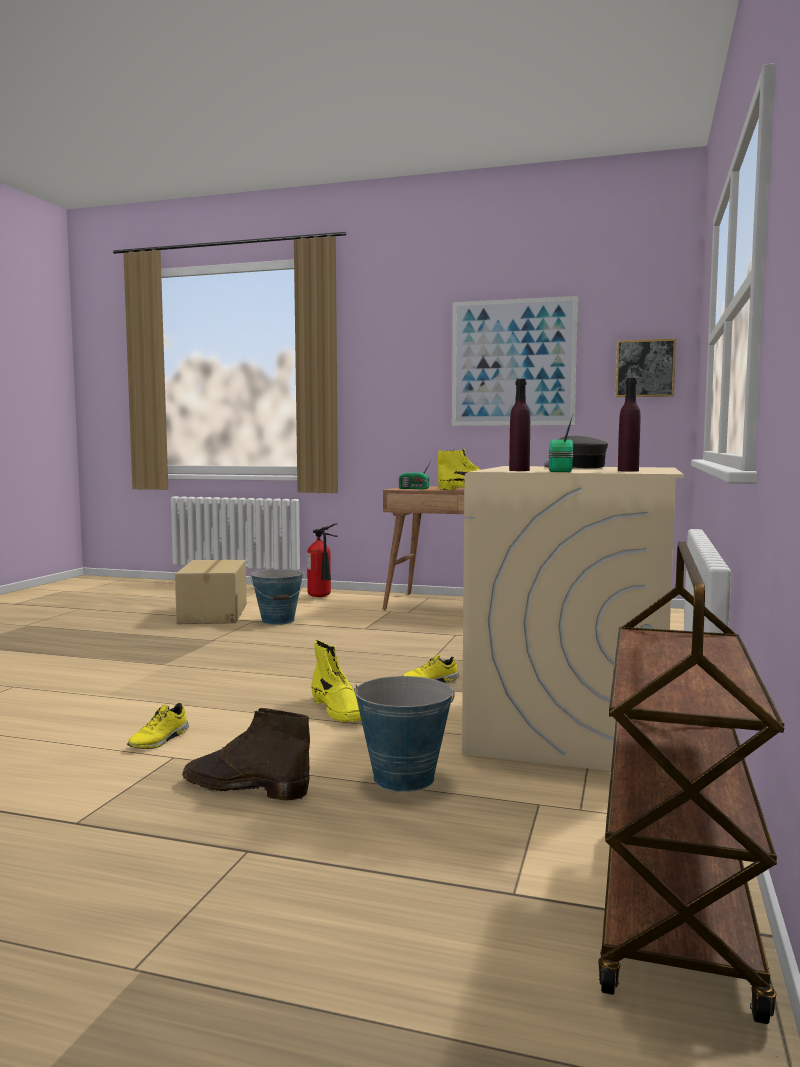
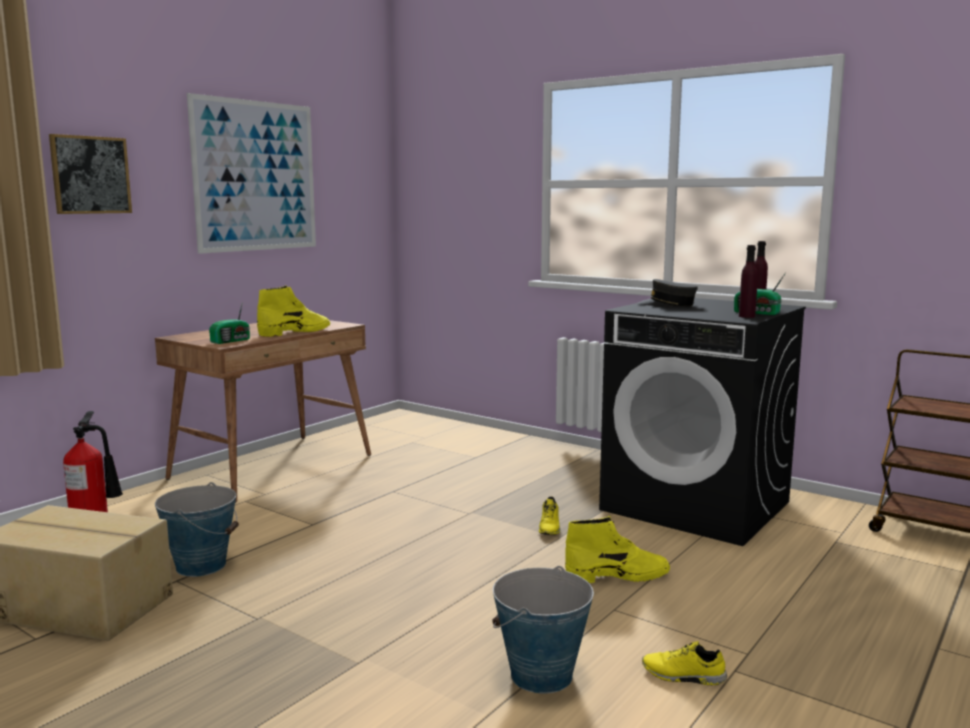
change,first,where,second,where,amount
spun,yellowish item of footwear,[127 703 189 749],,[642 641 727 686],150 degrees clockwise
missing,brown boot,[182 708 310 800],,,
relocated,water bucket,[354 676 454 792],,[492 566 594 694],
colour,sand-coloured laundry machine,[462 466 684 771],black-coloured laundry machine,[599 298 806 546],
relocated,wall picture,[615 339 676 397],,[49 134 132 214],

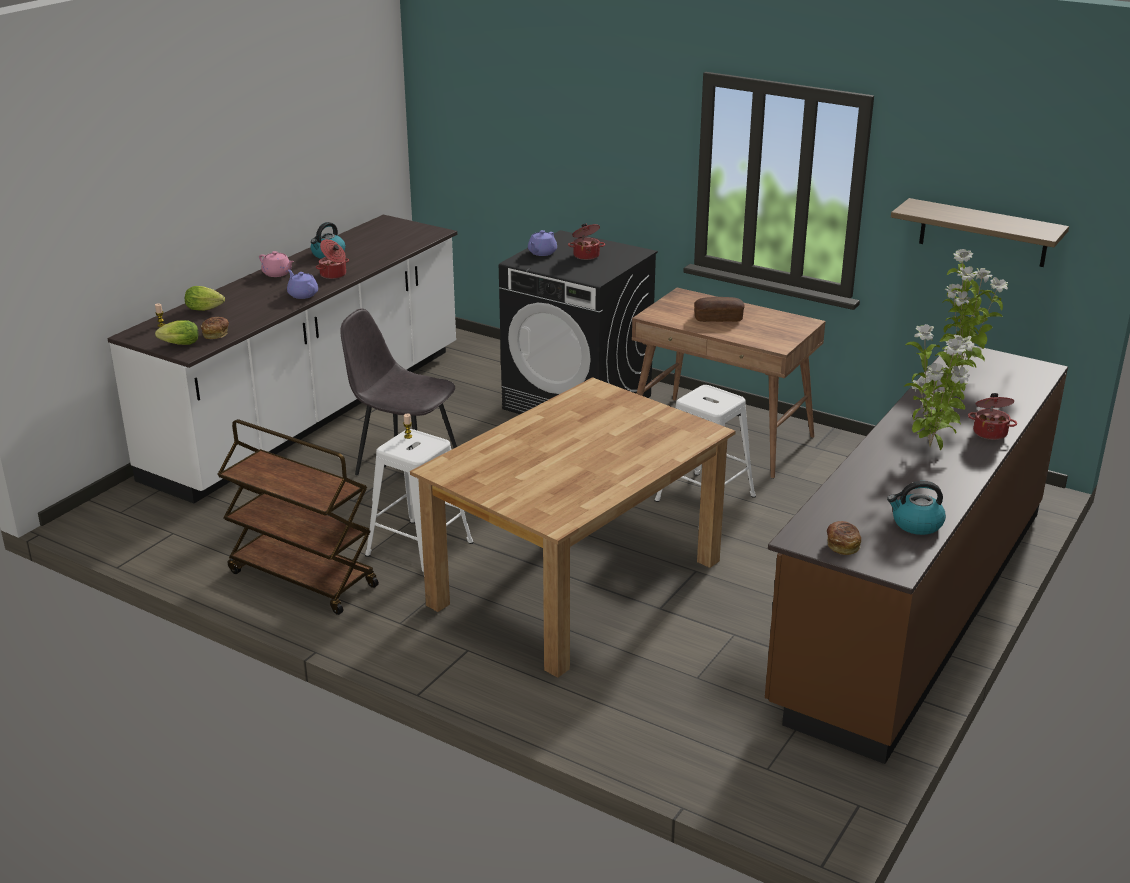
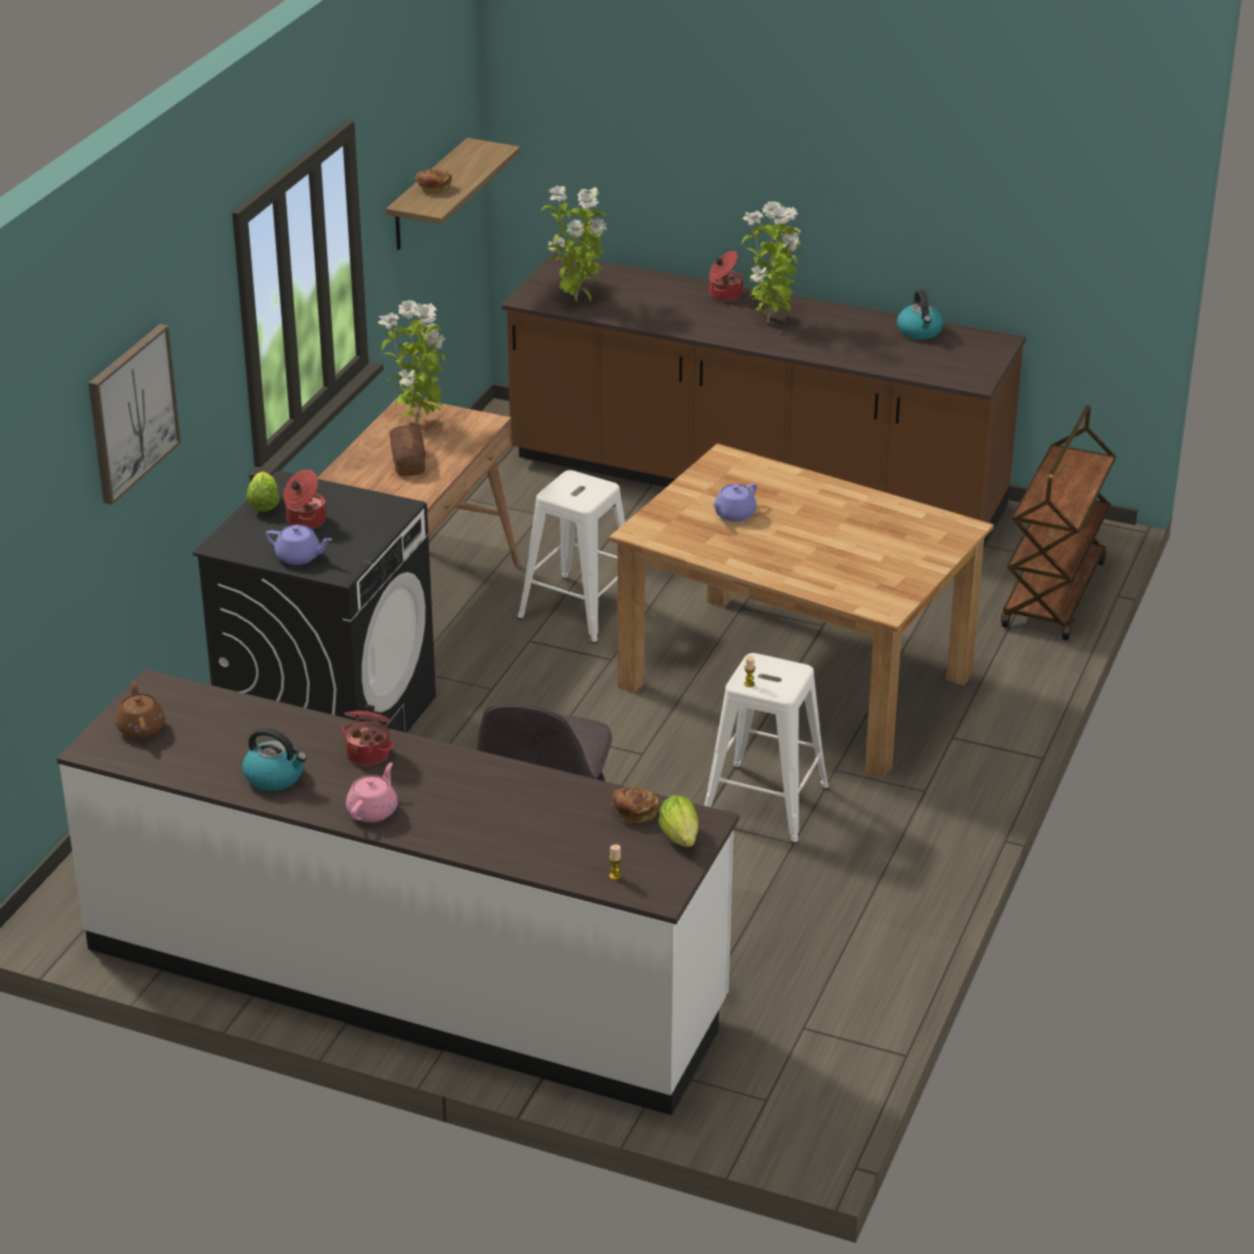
change,first,where,second,where,amount
relocated,lettuce,[185 286 225 311],,[246 472 280 512],
relocated,brown trolley,[217 419 379 615],,[1001 405 1117 641],
relocated,purplish pot for tea,[287 270 318 299],,[712 483 757 521],
relocated,bread,[827 521 861 555],,[415 169 452 195],
appeared,,,wall picture,[89 324 181 505],
appeared,,,brown pot for tea,[115 681 165 738],
appeared,,,houseplant,[378 300 446 426],

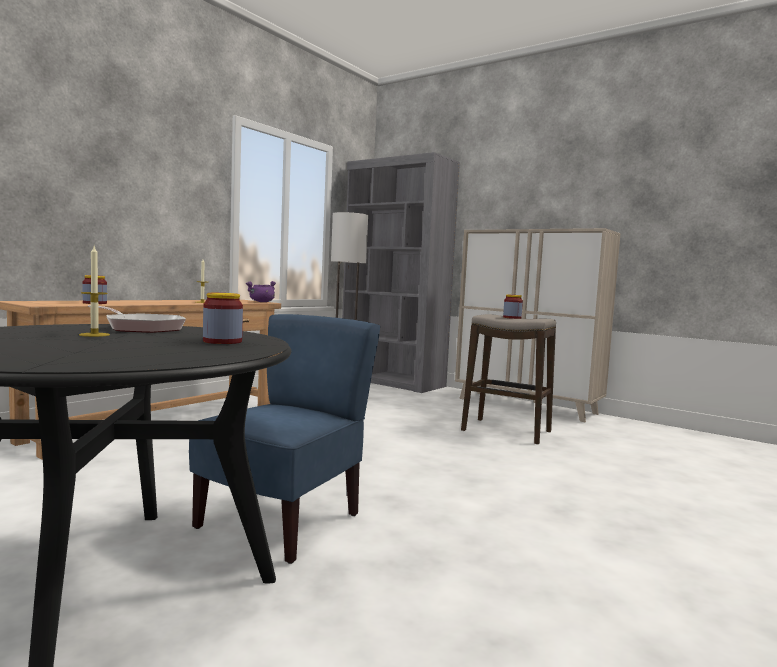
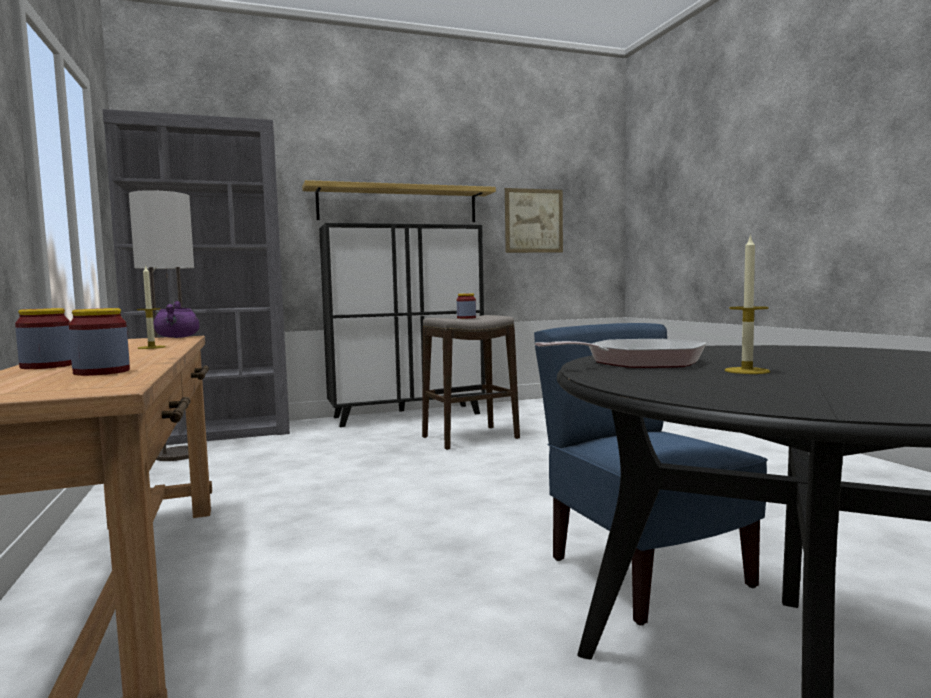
change,first,where,second,where,amount
relocated,storage jar,[203 293 243 344],,[15 308 72 369],
colour,sand-coloured storage cabinet,[455 228 620 422],black-coloured storage cabinet,[319 223 485 427],
appeared,,,bracket shelf,[302 180 496 222],
appeared,,,wall picture,[505 188 563 253],

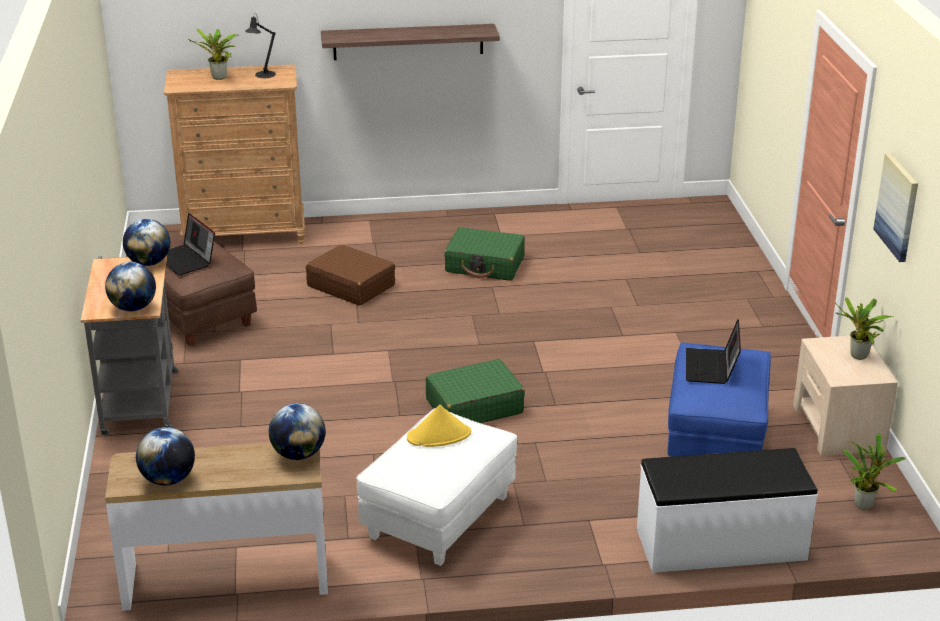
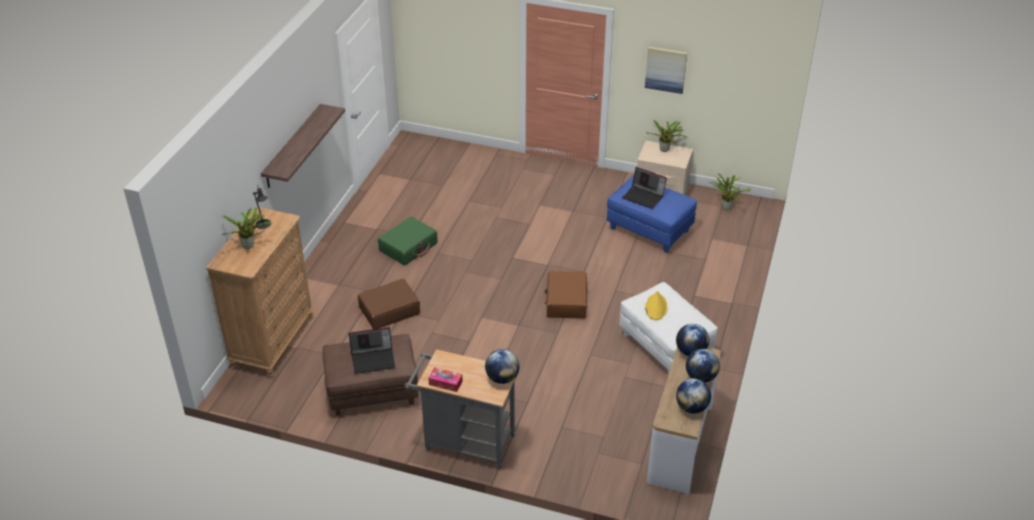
change,first,where,second,where,amount
relocated,desk globe,[123 219 170 266],,[686 349 720 382],
colour,green suitcase,[426 359 525 423],brown suitcase,[545 271 587 319],
missing,white bench,[637 448 818 573],,,
appeared,,,tissue holder,[429 367 463 392],

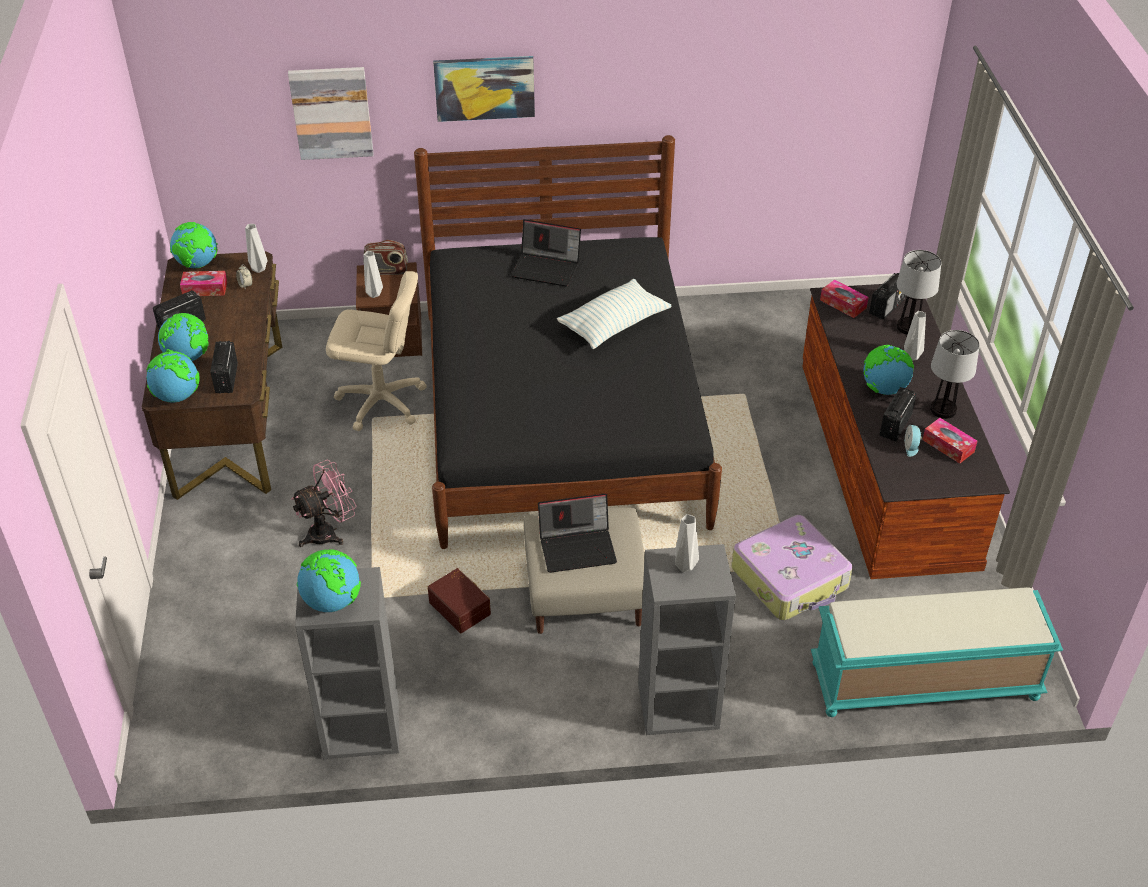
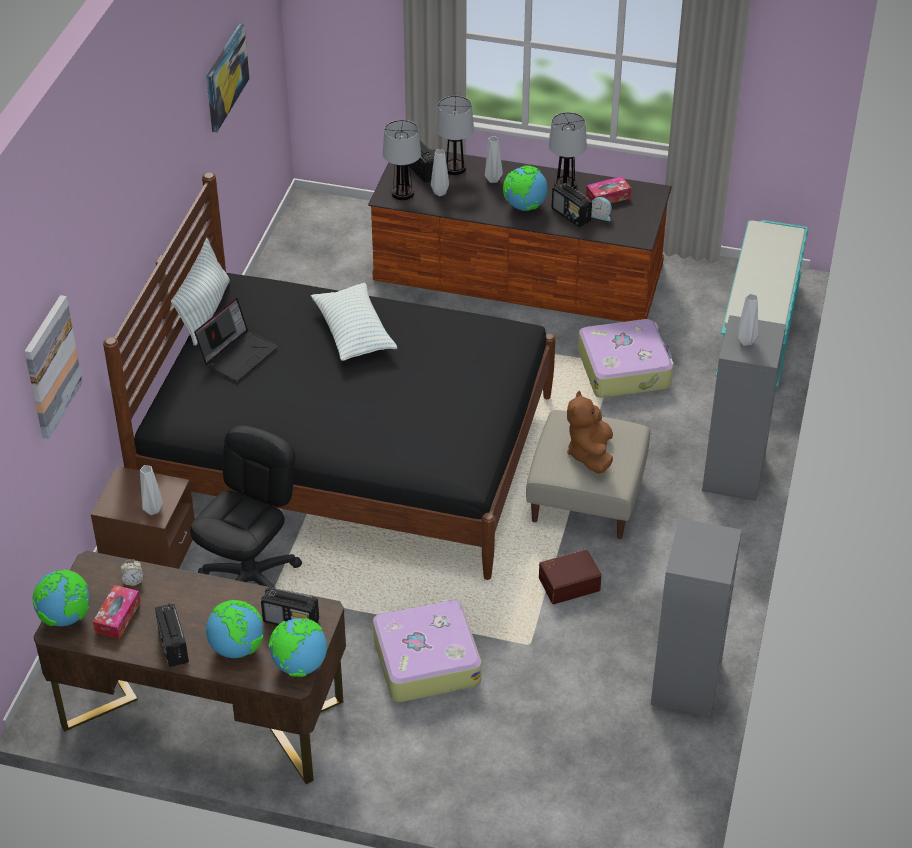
change,first,where,second,where,amount
relocated,gray vase,[245 224 267 273],,[431 149 449 196],
exchanged,pink cooling fan,[291 460 357 547],suitcase,[373 599 481 702],
missing,desk globe,[297 549 361 612],,,
colour,sand-coloured office chair,[326 271 427 431],black-coloured office chair,[190 425 302 588],
missing,radio receiver,[363 240 408 275],,,
relocated,wall picture,[433 56 535 122],,[206 24 249 133],
exchanged,laptop,[538 493 617 573],brown plush toy,[567 391 613 474],
exchanged,tissue holder,[820 280 869 318],tabletop lamp,[383 120 421 200],
appeared,,,cushion,[171 237 230 346],

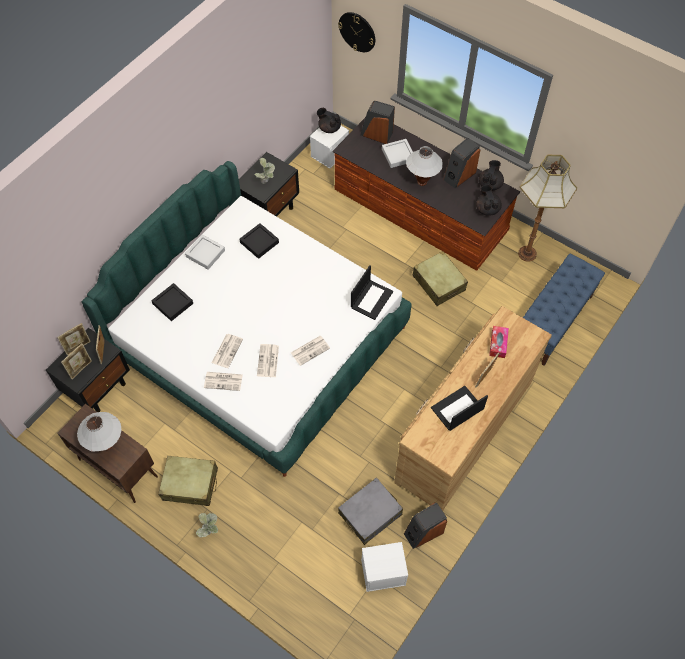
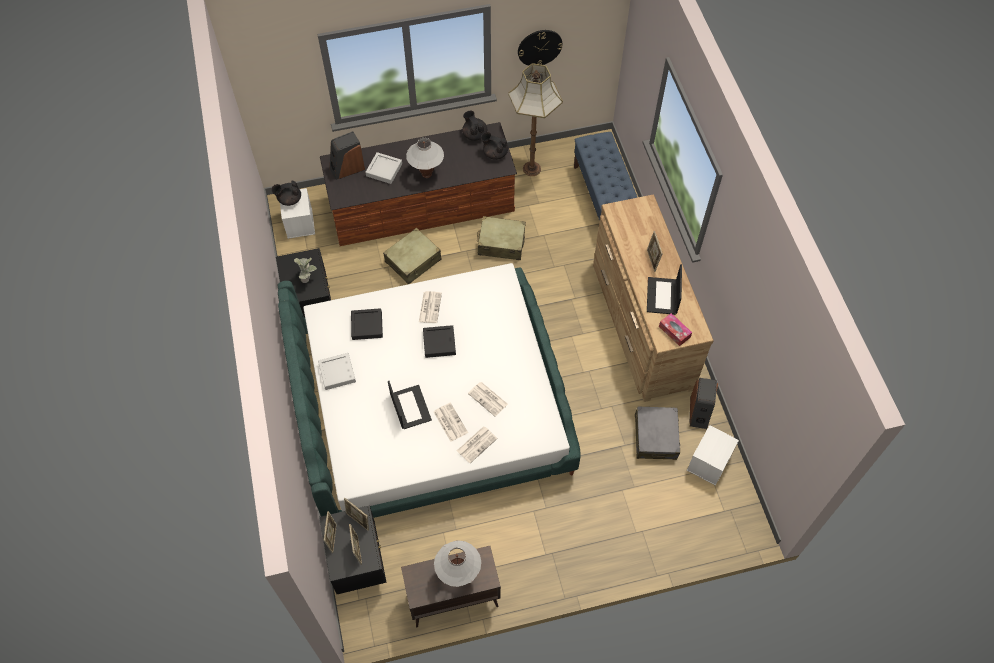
change,first,where,second,where,amount
relocated,black-coloured carrying tray,[152 283 193 321],,[423 325 456 358],
relocated,sand-coloured suitcase,[158 456 218 506],,[383 228 441 284],
missing,houseplant,[196 513 218 538],,,
relocated,newspaper,[291 336 330 366],,[419 291 442 323],
relocated,wall clock,[338 12 375 52],,[518 30 563 66],
relocated,laptop,[351 265 393 320],,[388 381 432 429],
missing,loudspeaker,[443 138 480 188],,,
relocated,tissue holder,[489 326 509 358],,[659 313 692 346],

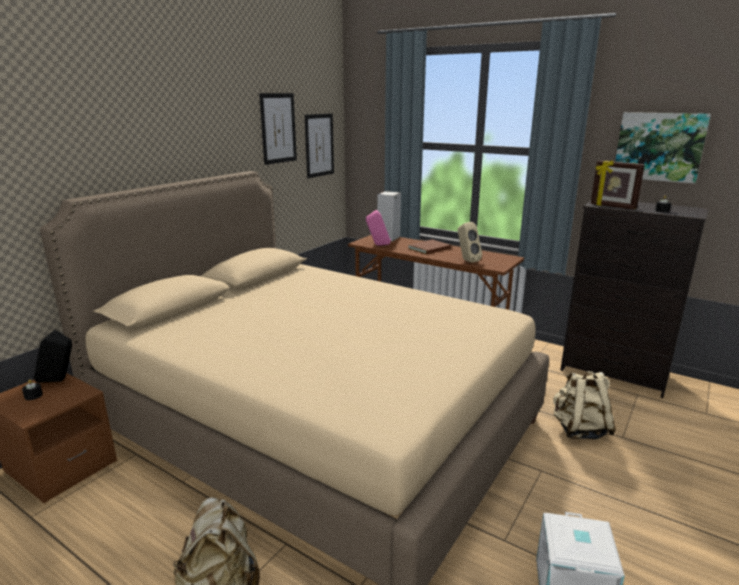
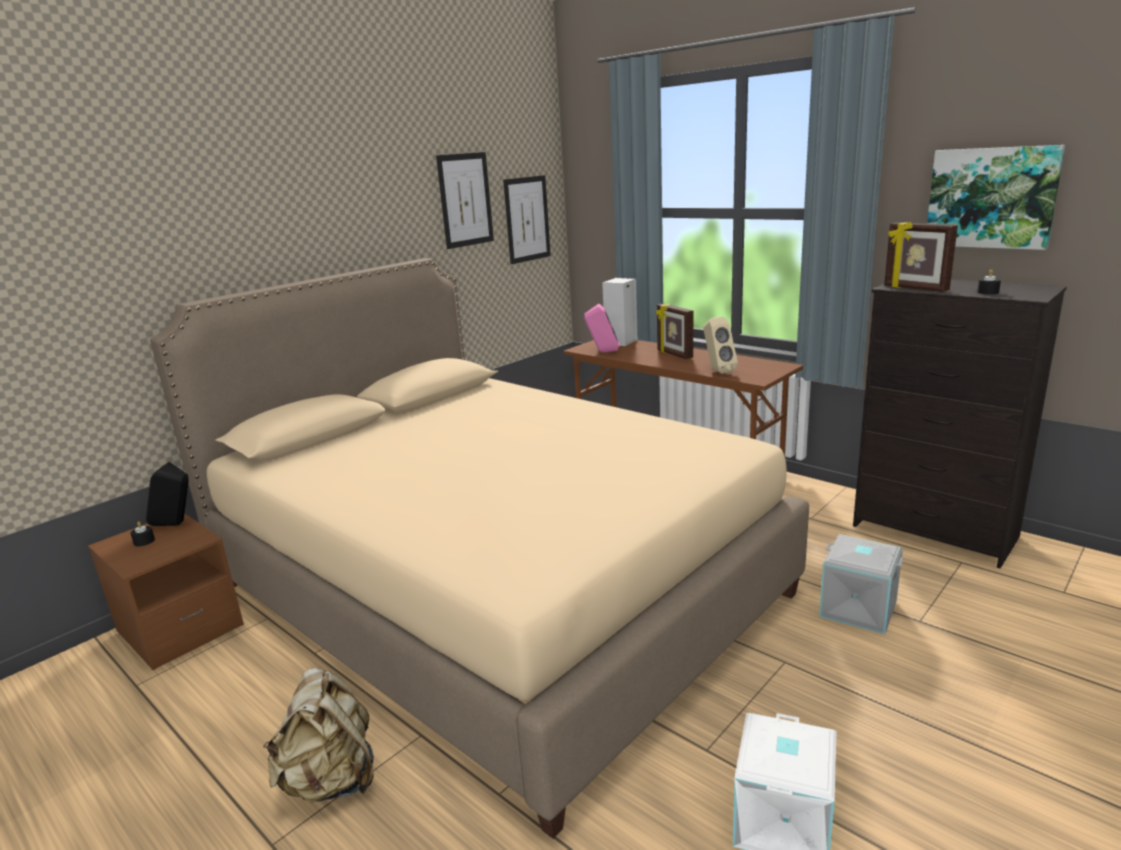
change,first,where,second,where,amount
exchanged,brown book,[409 239 451 254],picture frame,[656 303 693 359],
exchanged,sand-coloured backpack,[553 371 616 439],gray storage container,[819 534 904 634],

